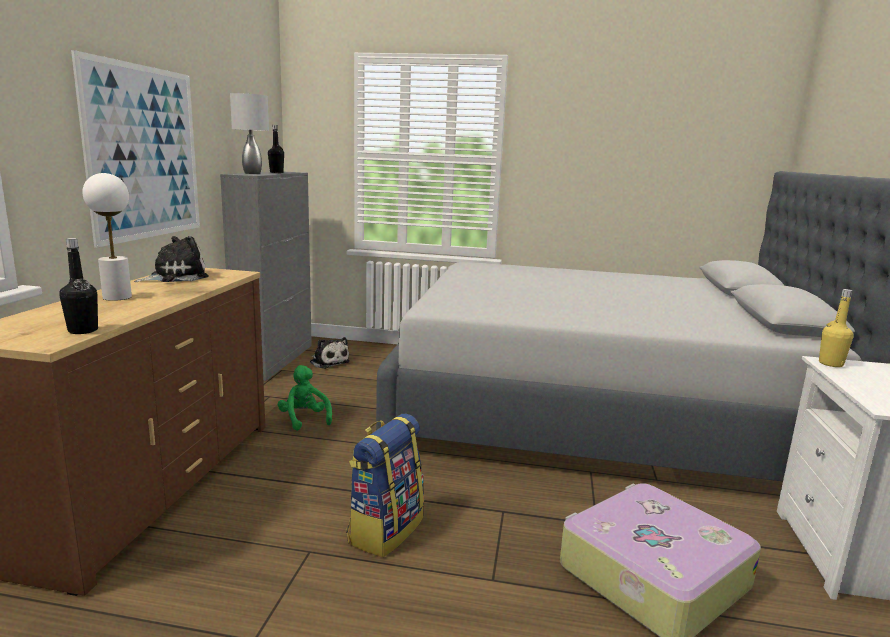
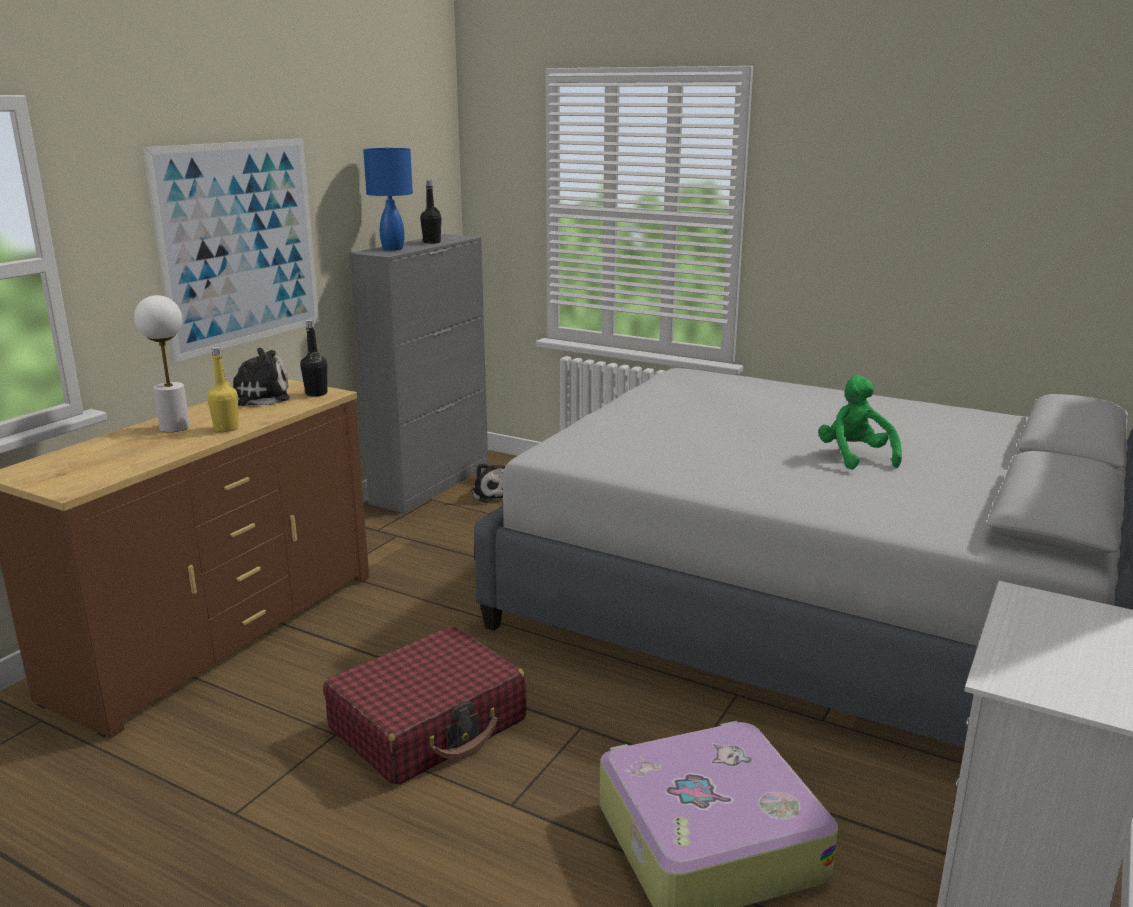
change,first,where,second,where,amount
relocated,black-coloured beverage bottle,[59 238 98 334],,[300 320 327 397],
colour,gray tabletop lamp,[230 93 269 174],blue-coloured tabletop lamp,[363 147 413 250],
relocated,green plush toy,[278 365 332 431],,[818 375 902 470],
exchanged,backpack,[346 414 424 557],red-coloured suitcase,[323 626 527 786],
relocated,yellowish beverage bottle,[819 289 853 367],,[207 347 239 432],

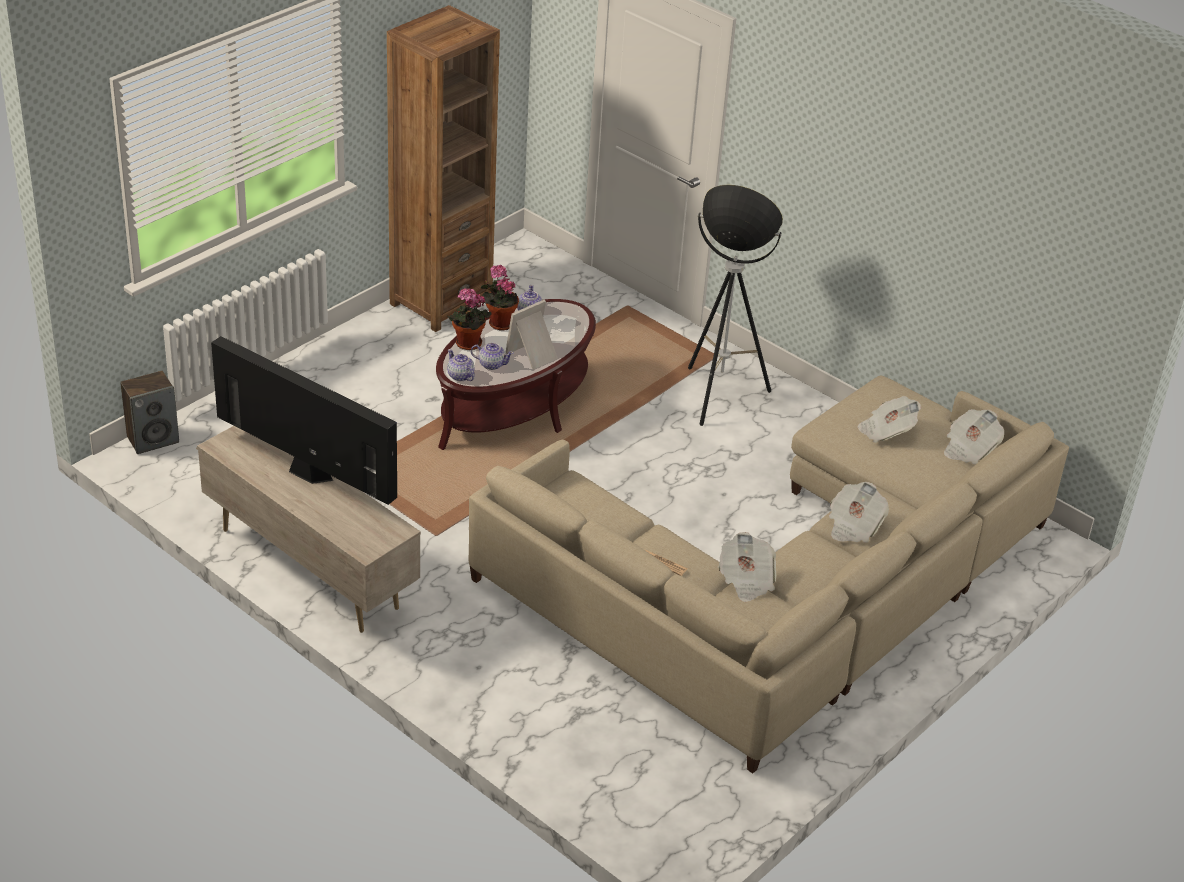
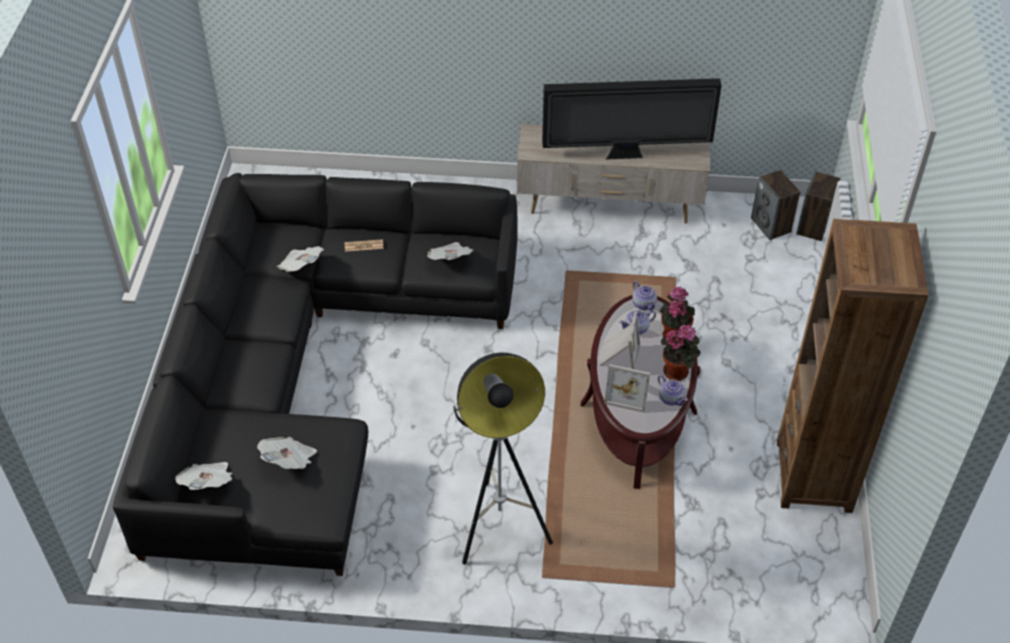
change,first,where,second,where,amount
spun,pot for tea,[447 349 475 381],,[632 281 657 311],45 degrees clockwise
colour,sand-coloured sofa,[469 375 1069 773],black-coloured sofa,[113 173 518 576],
relocated,newspaper,[829 482 889 543],,[427 242 473 260],
appeared,,,picture frame,[604 364 650 413],
appeared,,,loudspeaker,[751 170 800 240],

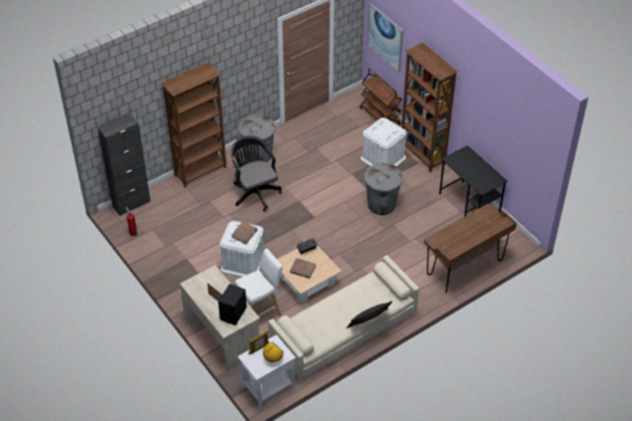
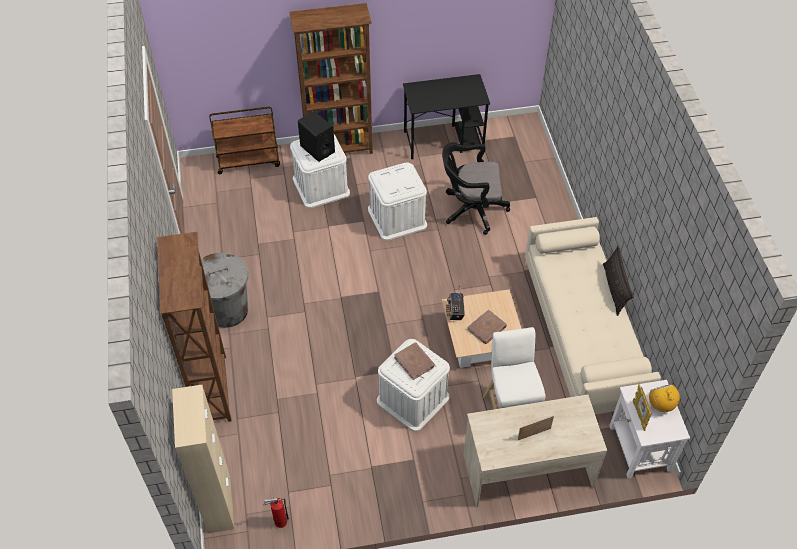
change,first,where,second,where,amount
colour,black-coloured storage cabinet,[98 114 151 216],sand-coloured storage cabinet,[172 385 235 534],
relocated,black-coloured loudspeaker,[218 284 247 325],,[298 111 335 162],
relocated,black-coloured office chair,[231 135 282 211],,[442 142 510 235],
exchanged,gray waste bin,[364 163 403 215],white storage container,[368 162 427 241],
missing,wall picture,[367 3 403 72],,,
missing,brown desk unit,[424 203 517 293],,,

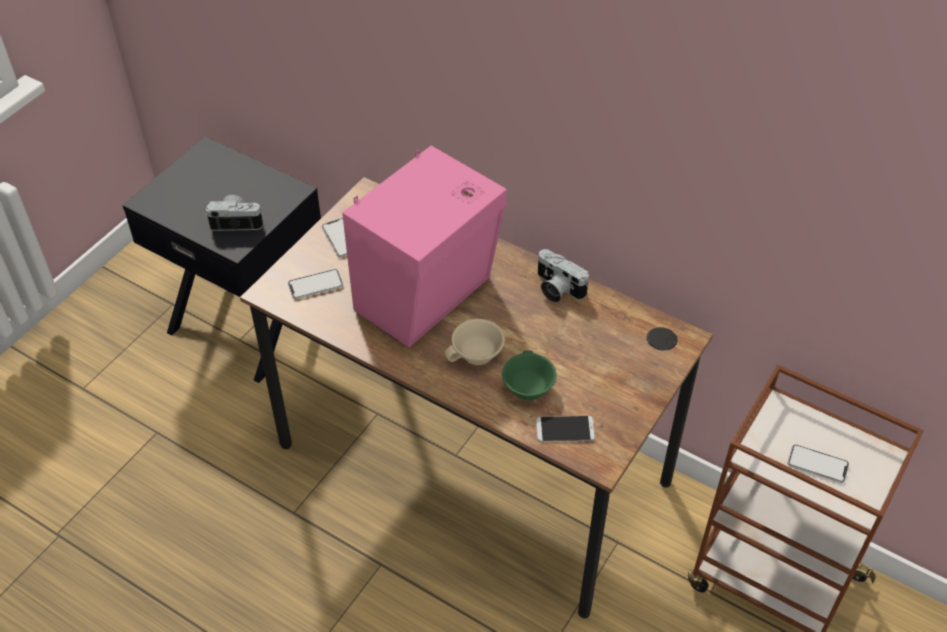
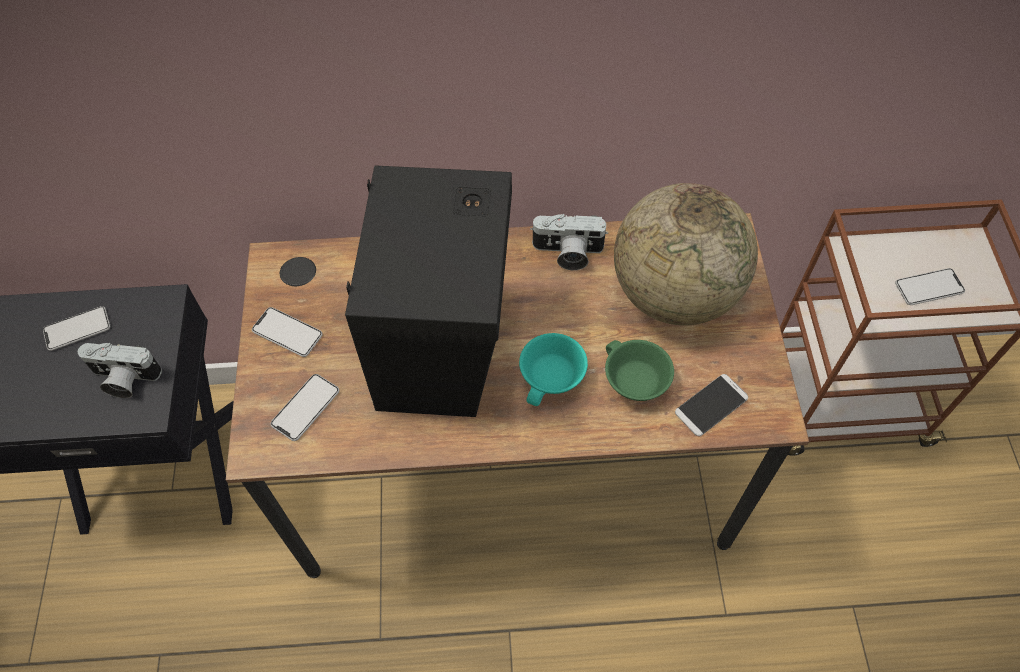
change,first,where,second,where,amount
spun,photo camera,[205 195 264 231],,[78 343 162 398],135 degrees counterclockwise
colour,pink loudspeaker,[342 146 507 347],black-coloured loudspeaker,[345 166 512 417],
colour,sand-coloured drinking cup,[444 319 505 365],turquoise-coloured drinking cup,[519 333 588 406],
appeared,,,handset,[43 306 110 351],
appeared,,,desk globe,[614 183 758 326],

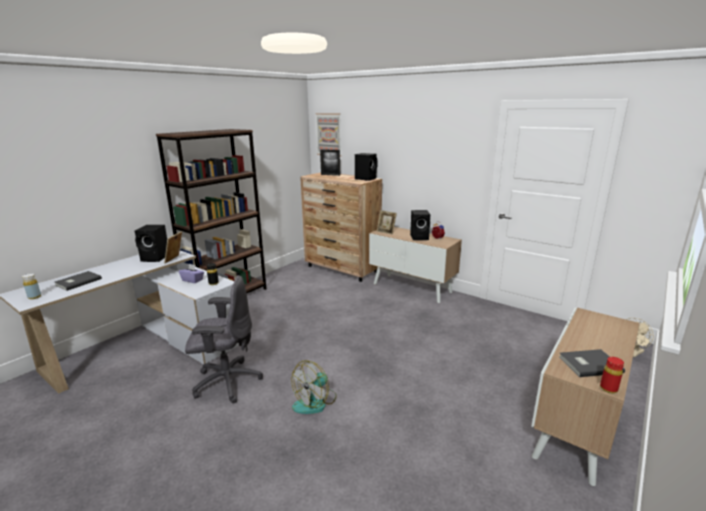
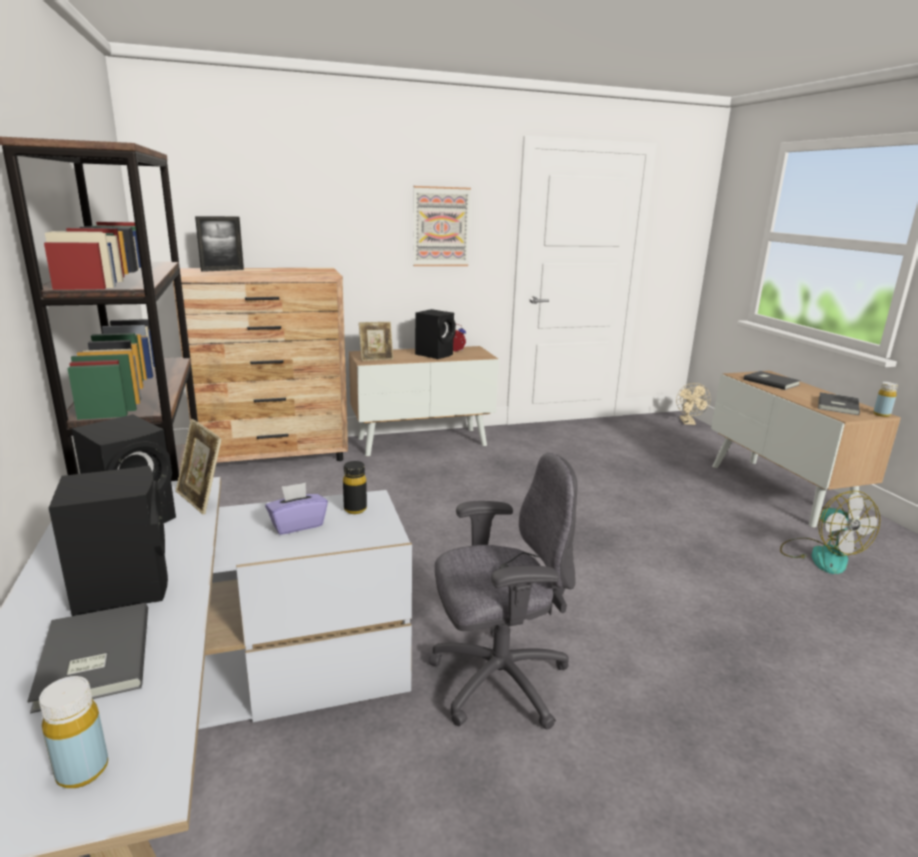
change,first,where,second,where,amount
spun,gray office chair,[185 275 263 403],,[429 453 577 730],45 degrees clockwise
relocated,cooling fan,[291 360 337 414],,[780 491 880 574],
relocated,wall picture,[315 113 341 156],,[413 186 471 266],
relocated,black-coloured loudspeaker,[355 153 378 181],,[49 466 168 616],
colour,red-coloured beverage bottle,[600 357 624 394],yellowish beverage bottle,[873 382 898 417],
appeared,,,gray book,[744 371 801 390],

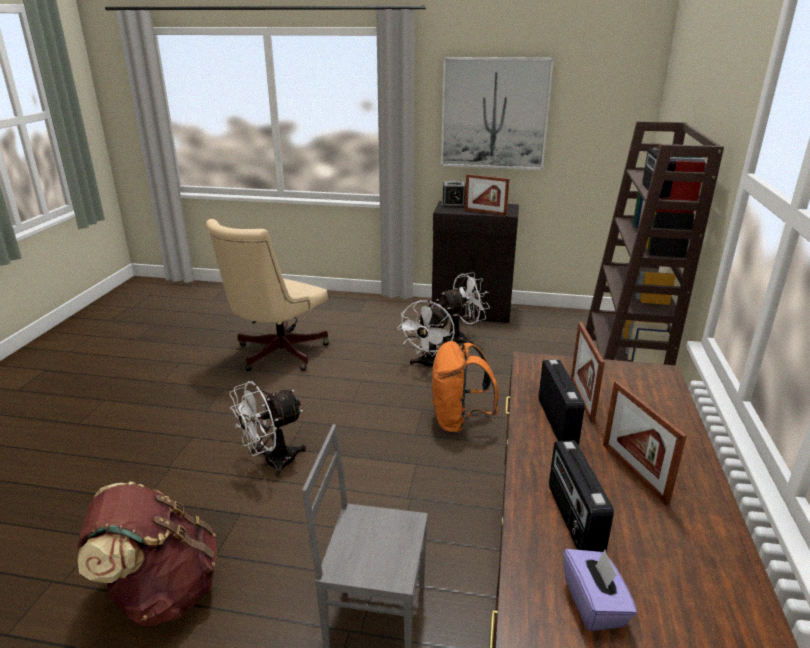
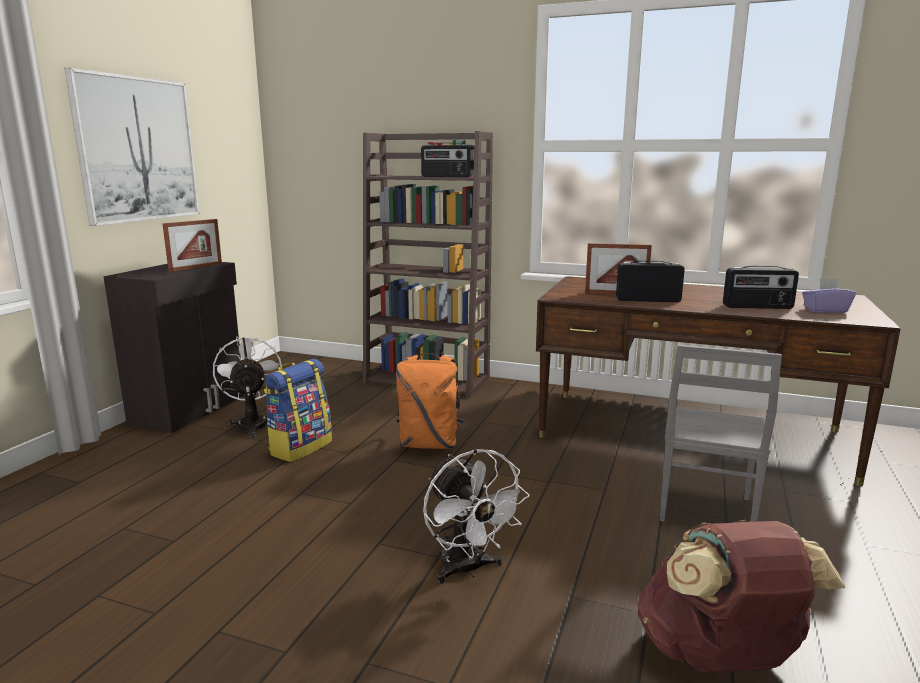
change,first,where,second,where,amount
missing,sand-coloured office chair,[206 219 329 371],,,
exchanged,white cooling fan,[397 300 455 369],backpack,[264 359 332 462],
missing,alarm clock,[442 180 466 208],,,
missing,picture frame,[603 381 687 505],,,

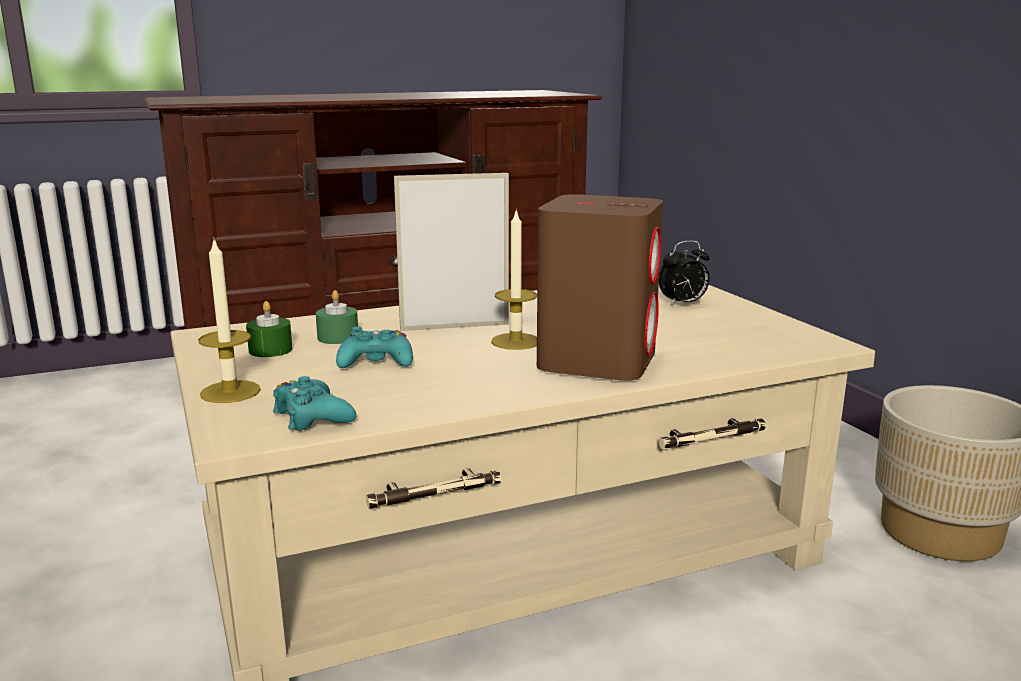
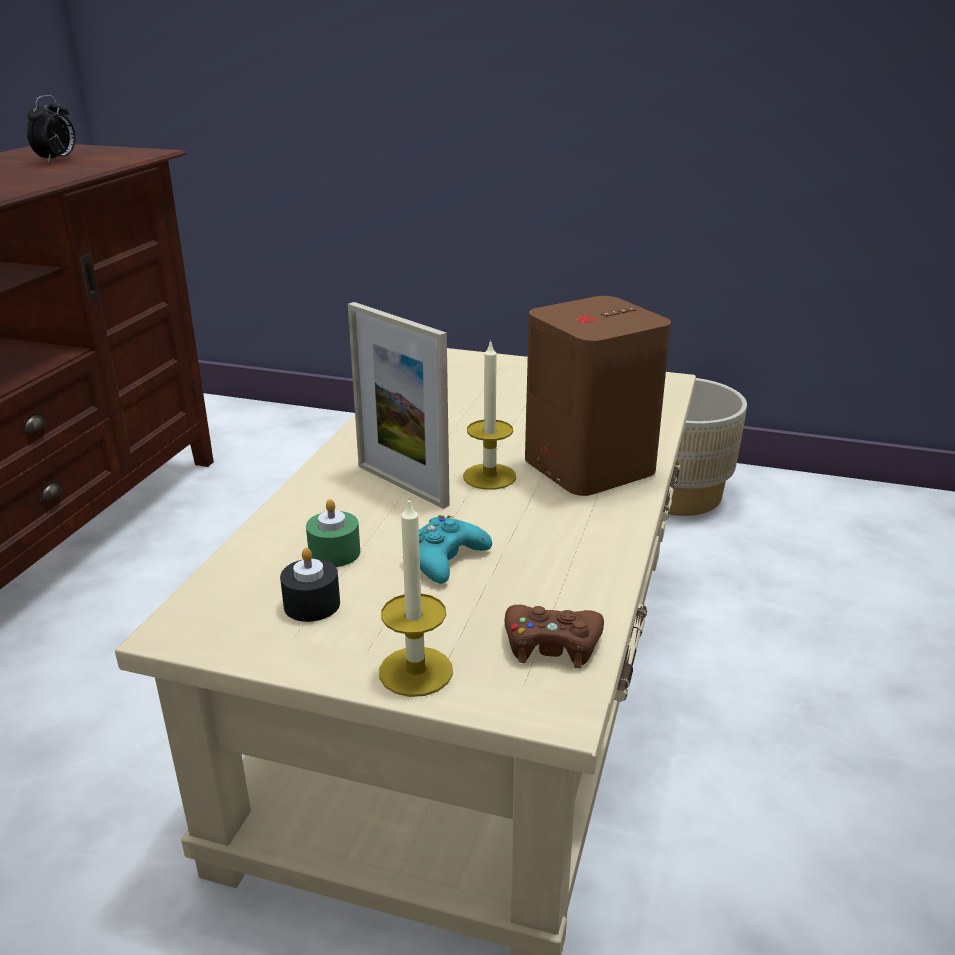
change,first,where,second,where,amount
colour,green candle,[246 301 292 357],black-coloured candle,[280 547 340 622],
colour,turquoise-coloured game controller,[273 376 357 431],brown game controller,[505 605 604 668],
spun,picture frame,[394 173 509 331],,[348 302 450 509],75 degrees counterclockwise
relocated,alarm clock,[659 240 710 307],,[27 95 75 163],

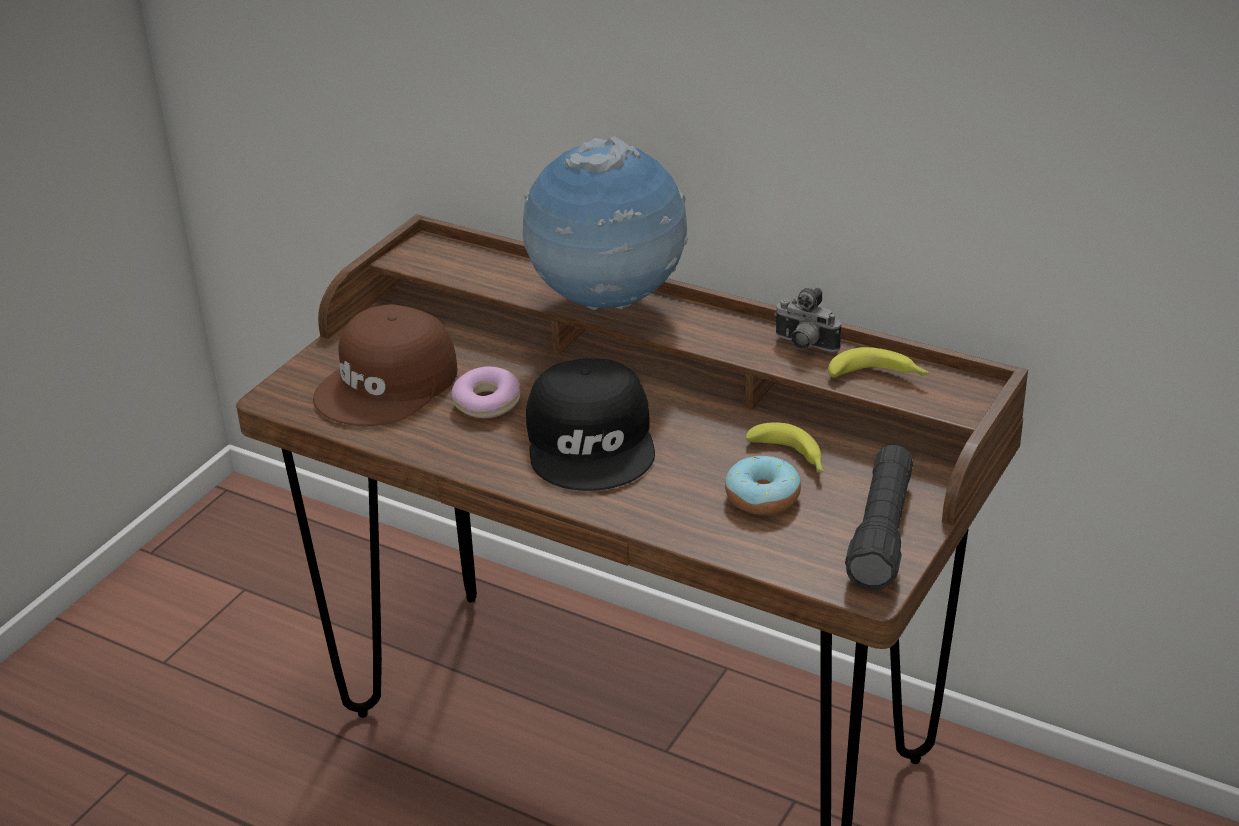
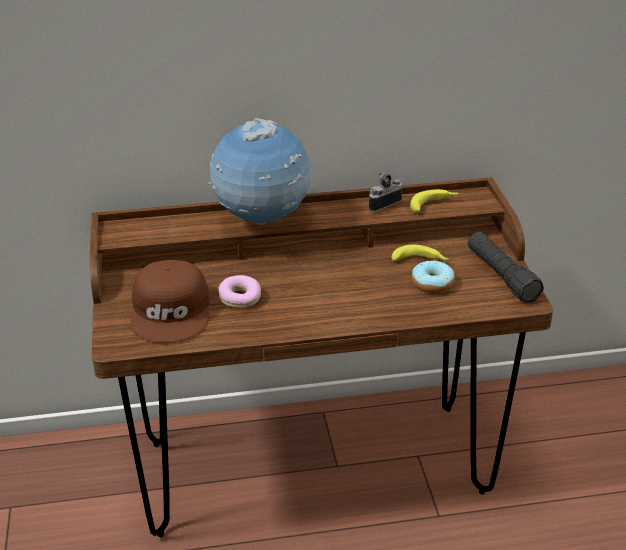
change,first,where,second,where,amount
missing,black-coloured cap,[526 358 655 491],,,
spun,photo camera,[774 288 841 352],,[369 172 402 212],150 degrees clockwise

